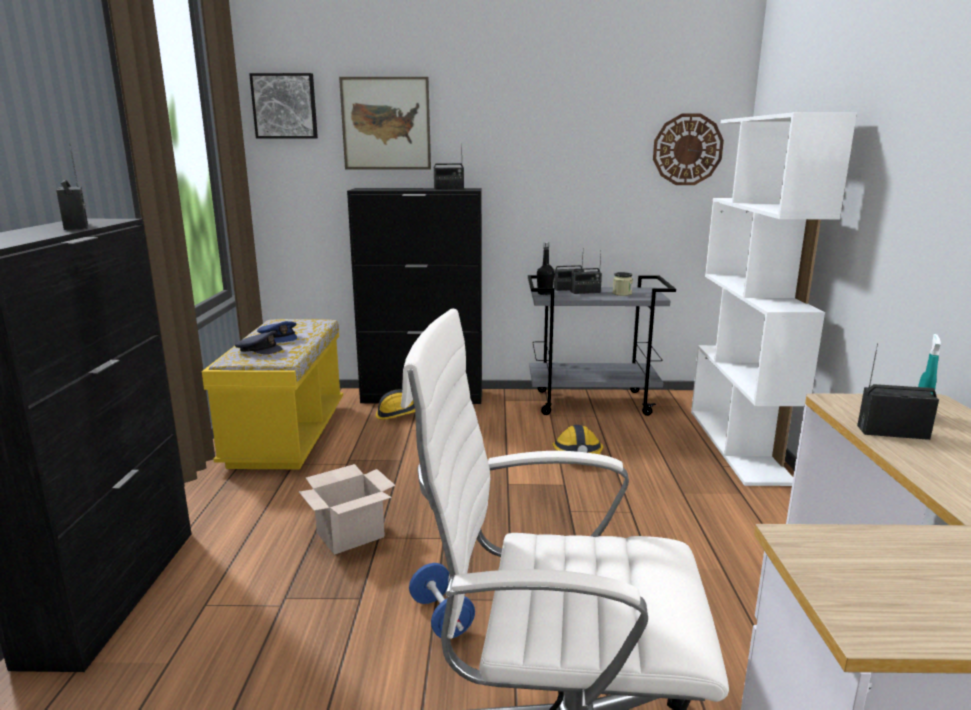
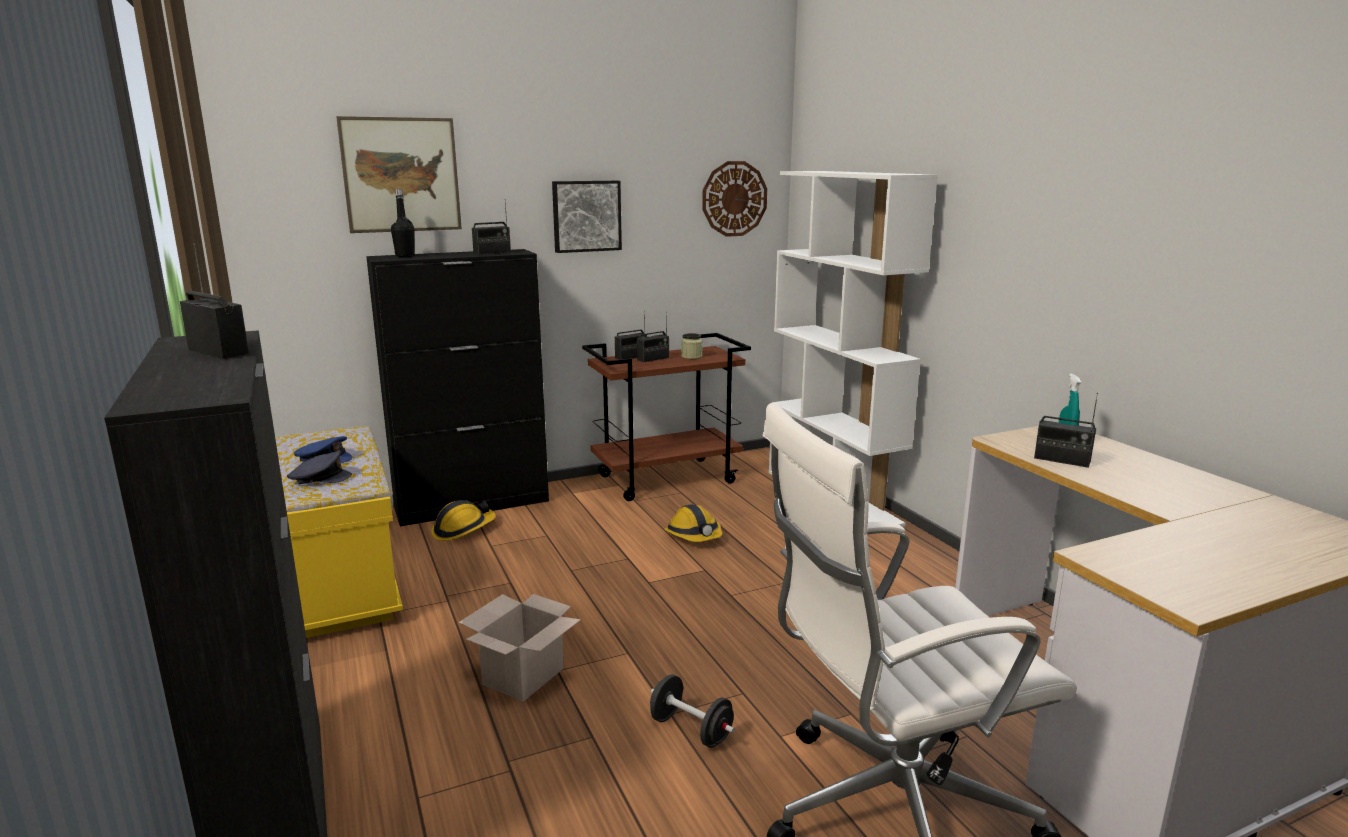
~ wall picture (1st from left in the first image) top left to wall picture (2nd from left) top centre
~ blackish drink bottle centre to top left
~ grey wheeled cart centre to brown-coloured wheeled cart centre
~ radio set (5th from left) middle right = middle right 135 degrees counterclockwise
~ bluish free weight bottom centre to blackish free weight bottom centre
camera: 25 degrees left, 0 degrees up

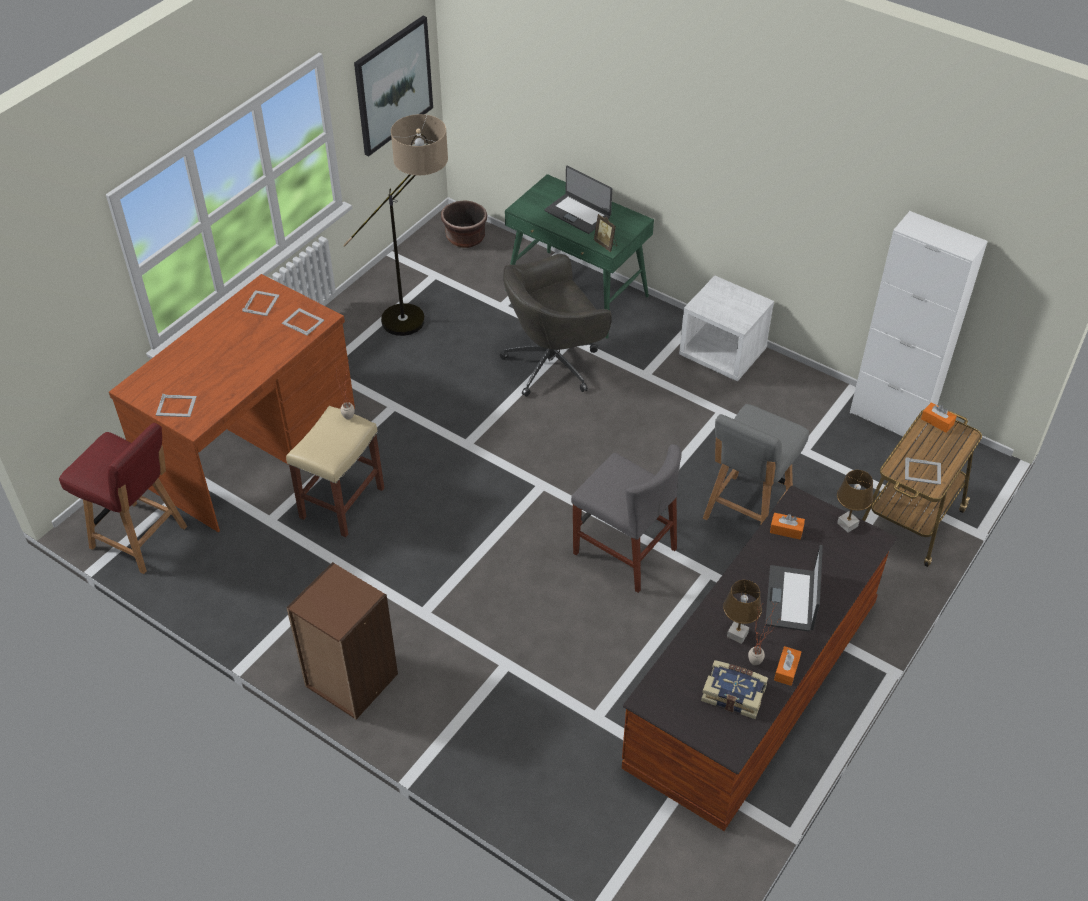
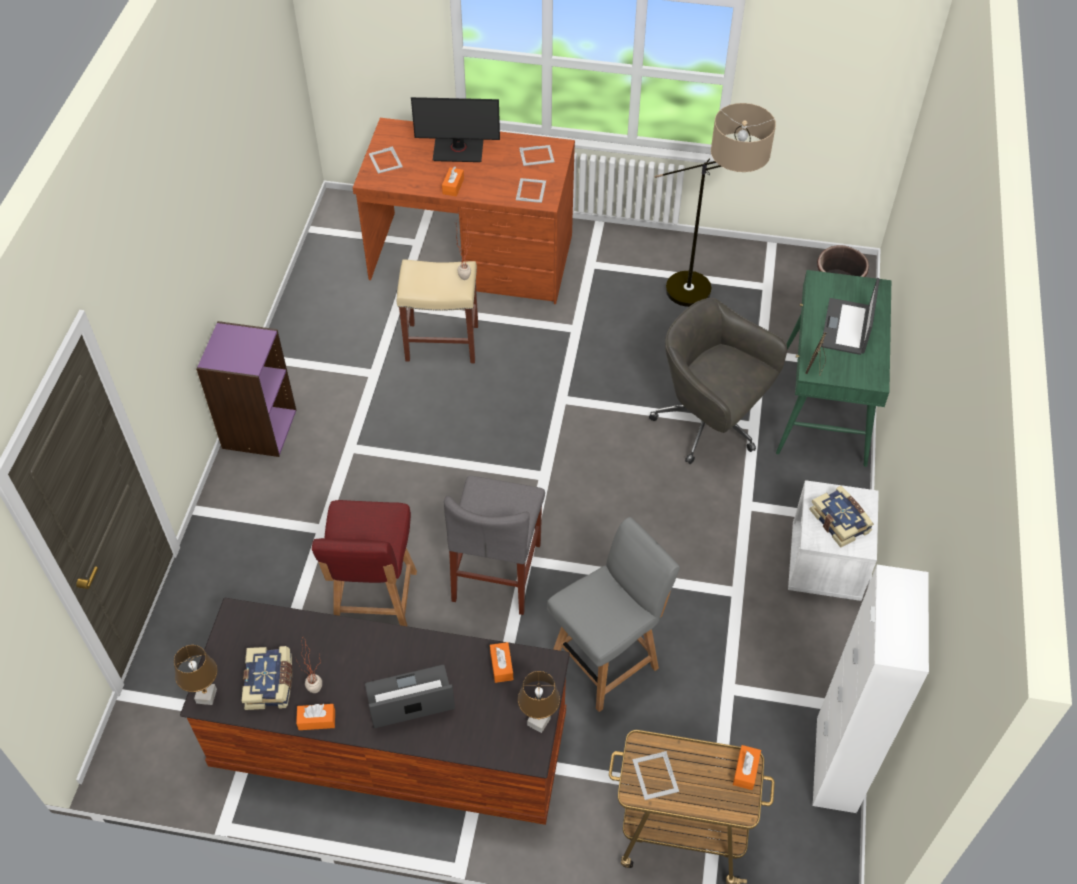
- wall picture top centre
~ grey upright chair (2nd from left) middle right = bottom centre 135 degrees clockwise
~ reddish upright chair middle left to centre
~ brown-coloured shelving unit bottom left to purplish shelving unit middle left
~ brown-coloured lamp for a table (1st from left) bottom right to bottom left
+ computer display top centre
+ orange tissue holder (2nd from left) top centre
+ book (2nd from left) middle right
camera: 65 degrees right, 5 degrees up

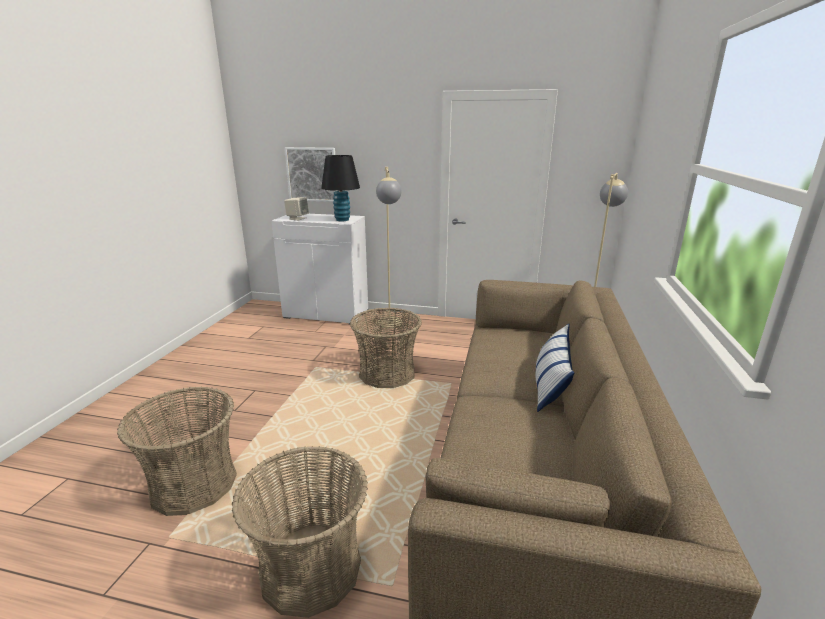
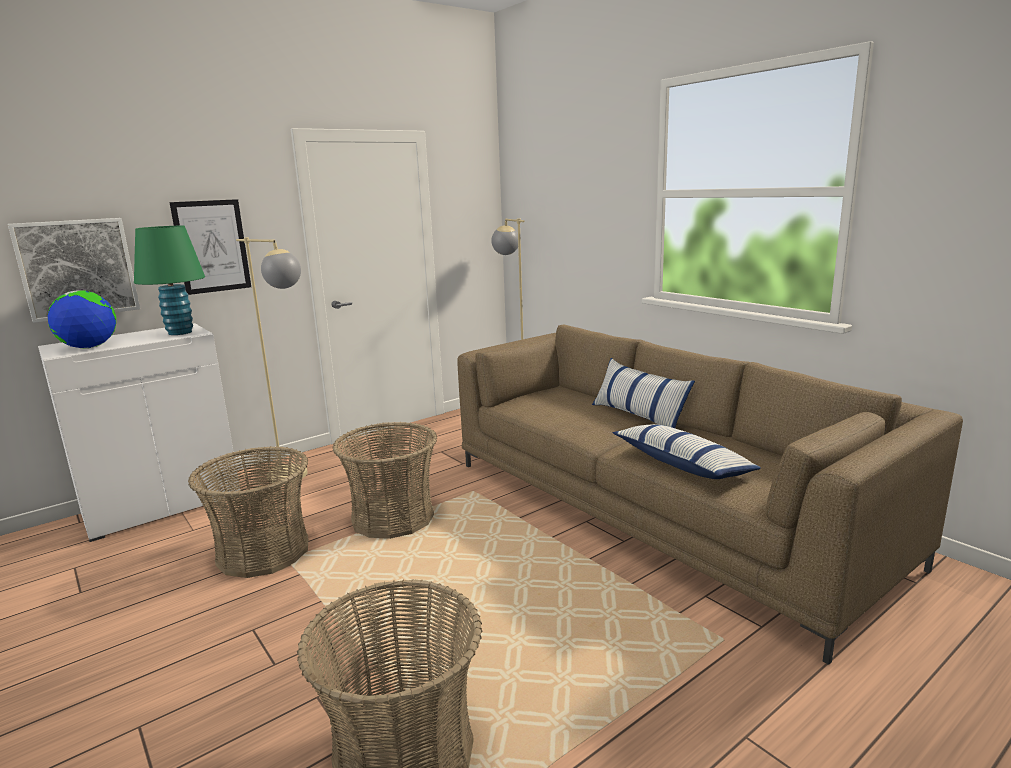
~ blackish lamp for a table top centre to green-coloured lamp for a table middle left
~ sand-coloured audio speaker centre to globe middle left
~ basket (2nd from left in the first image) bottom centre to basket (1st from left) bottom left
+ wall picture (2nd from left) top left
+ throw pillow (2nd from left) middle right
camera: 50 degrees left, 5 degrees down

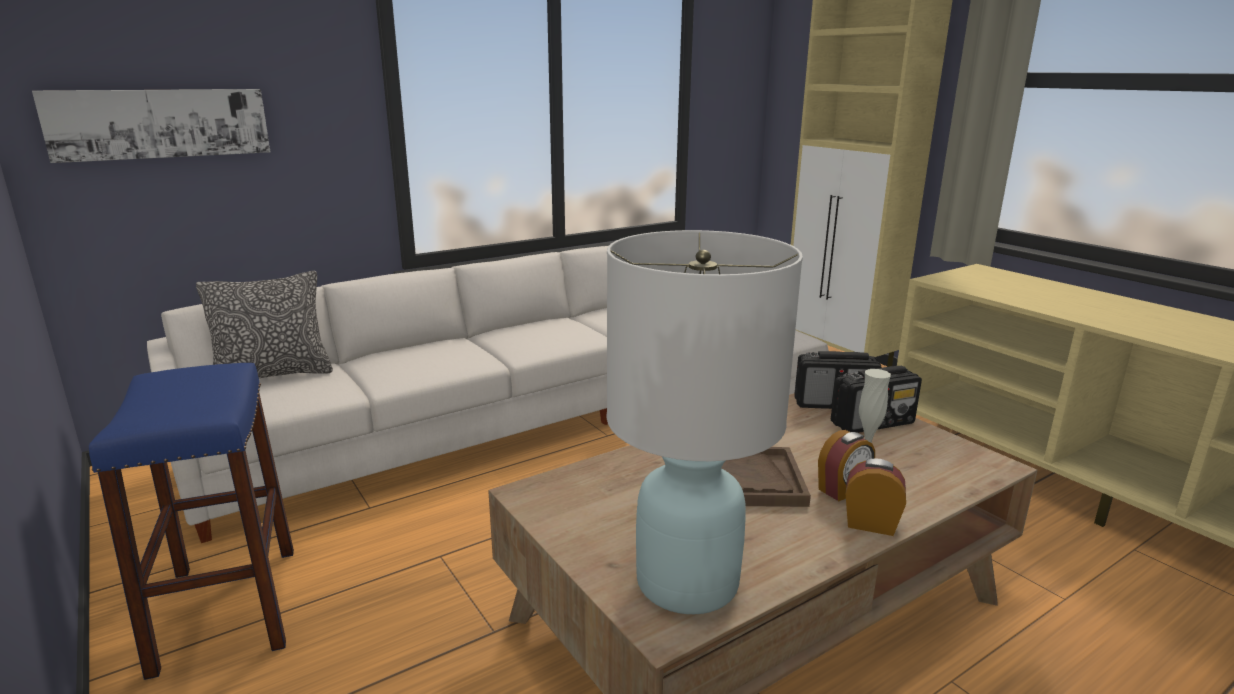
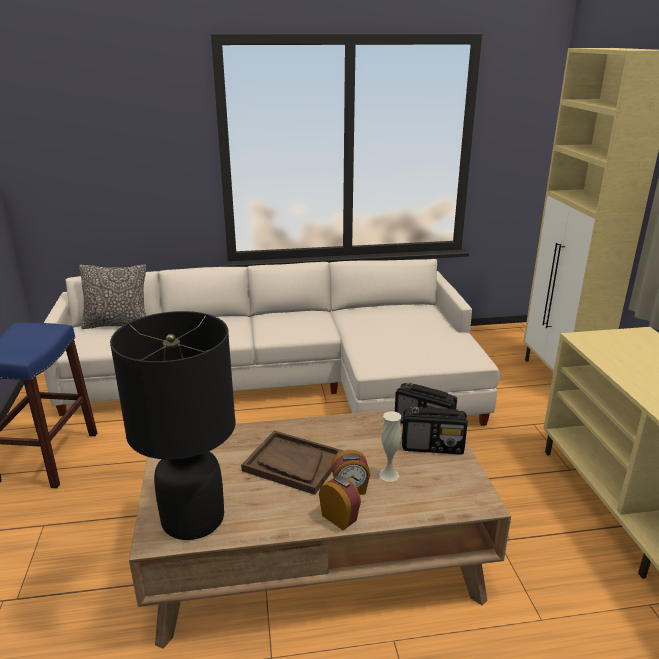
- wall picture top left
~ whitish lamp for a table centre to blackish lamp for a table middle left
camera: 25 degrees right, 5 degrees up

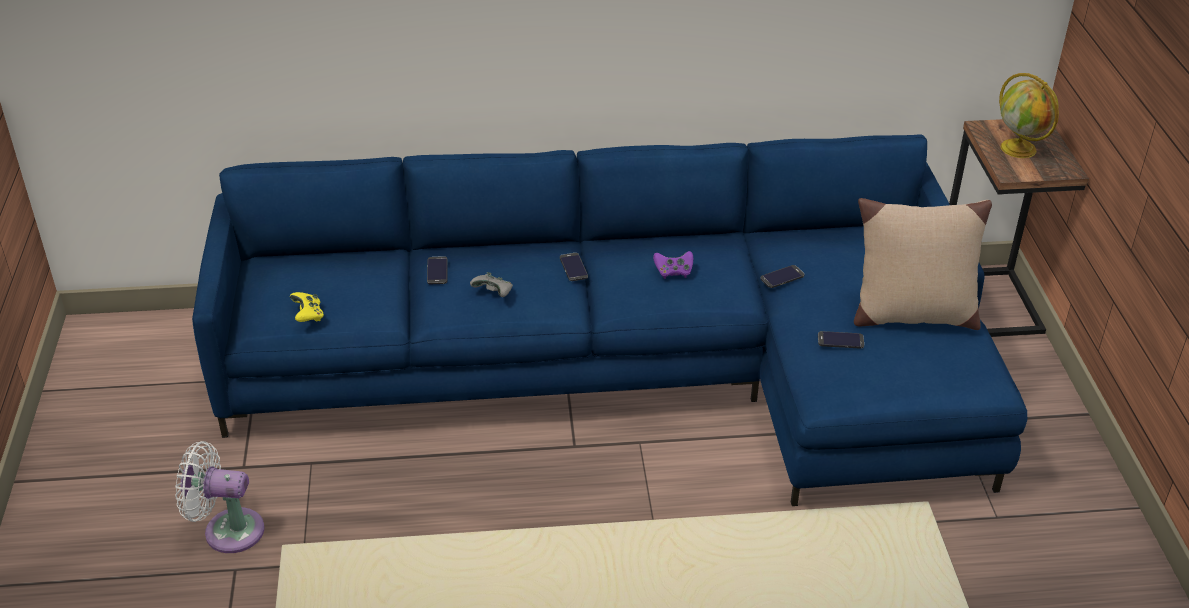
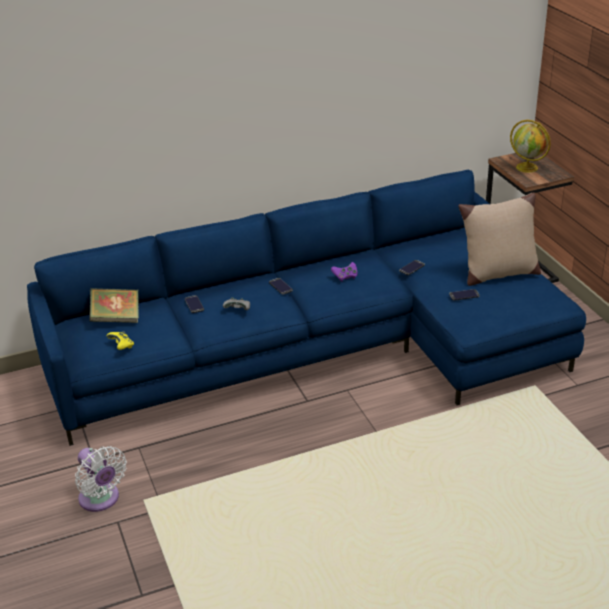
~ whitish electric fan bottom left = bottom left 120 degrees counterclockwise
+ book middle left
camera: 15 degrees left, 5 degrees down

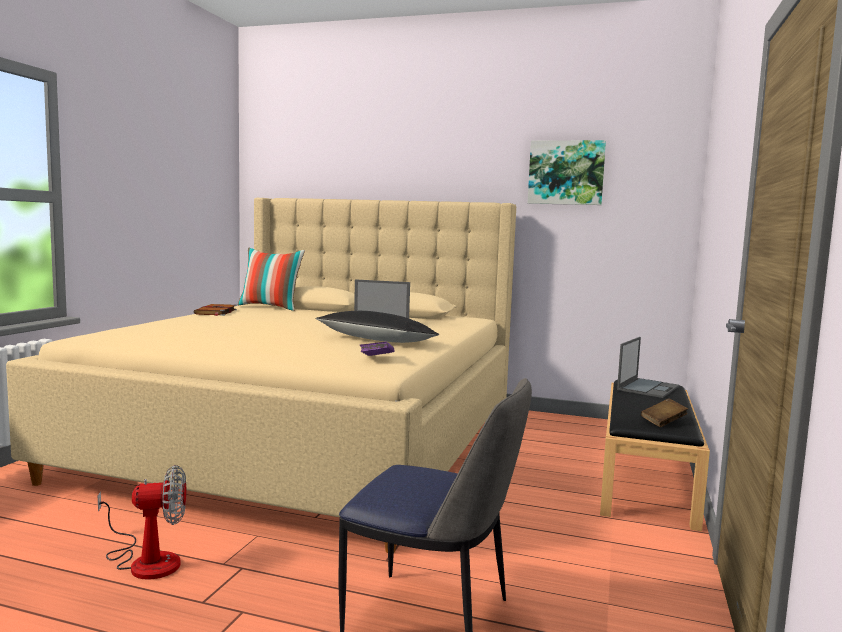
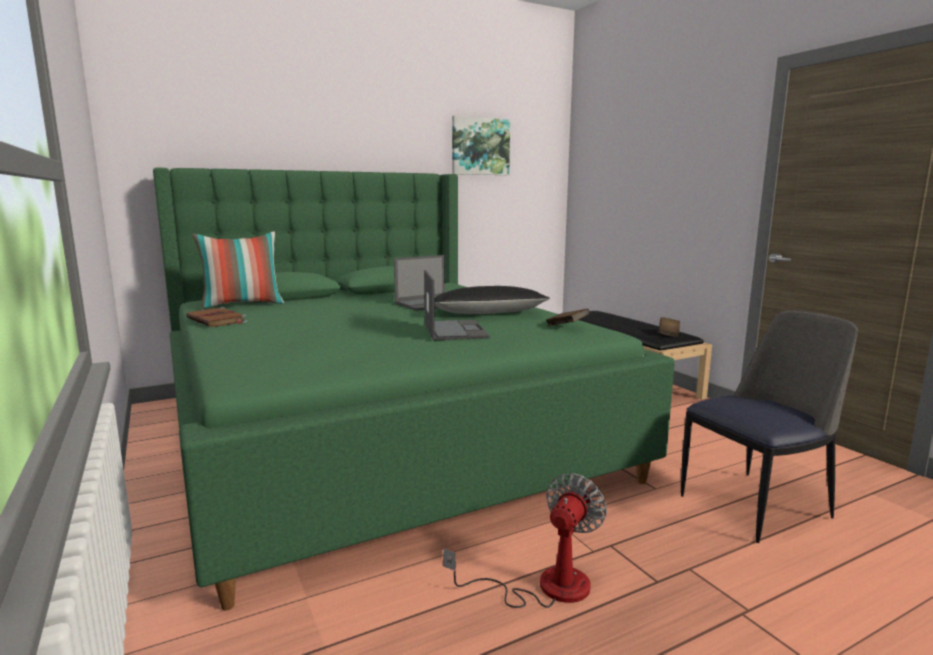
~ sand-coloured sleeping bed middle left to green-coloured sleeping bed centre
~ laptop (2nd from left) middle right to centre
~ purplish book centre to brown-coloured book (2nd from left) centre
camera: 45 degrees left, 5 degrees up

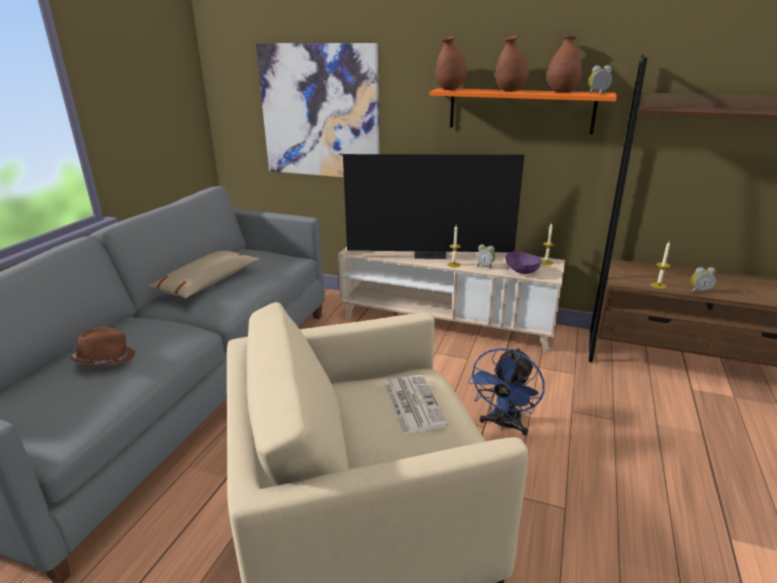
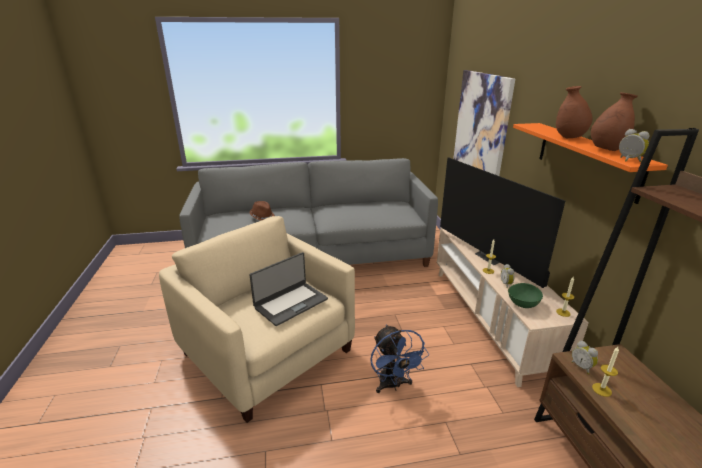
- brown-coloured decorative vase (1st from left) top centre
- sand-coloured throw pillow middle left
~ purplish serving bowl middle right to green-coloured serving bowl middle right
~ bedside clock (3rd from left in the first image) middle right to bedside clock (2nd from left) bottom right
~ bluish electric fan bottom centre = bottom centre 105 degrees counterclockwise
~ printed paper bottom centre to laptop centre
camera: 60 degrees right, 0 degrees up

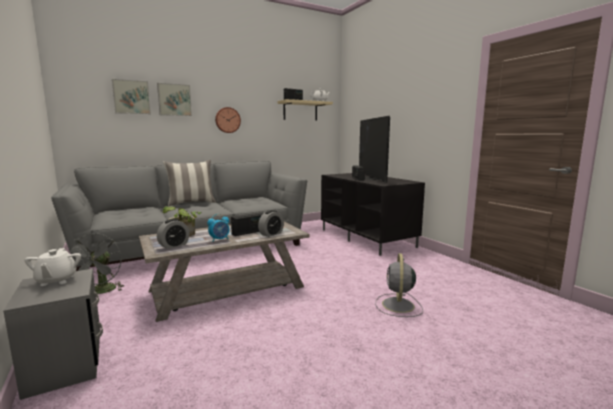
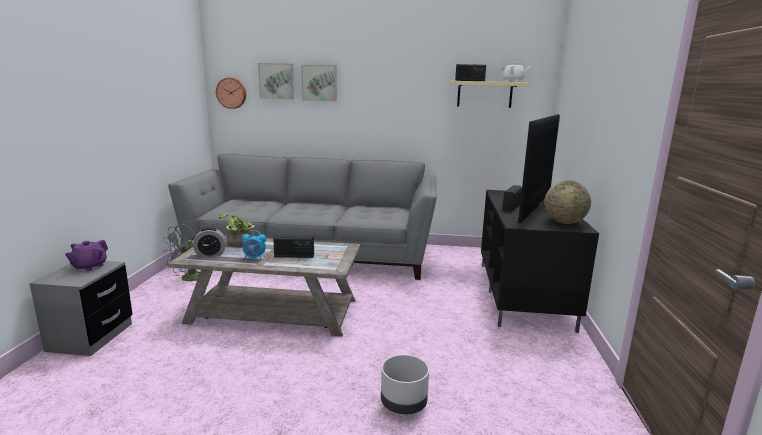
~ hanging clock top centre to top left
- throw pillow middle left
- bedside clock (3rd from left) centre
~ whitish teapot (1st from left) middle left to purplish teapot middle left
~ grey electric fan (2nd from left) bottom centre to grey planter bottom centre
+ globe middle right
camera: 35 degrees right, 5 degrees up

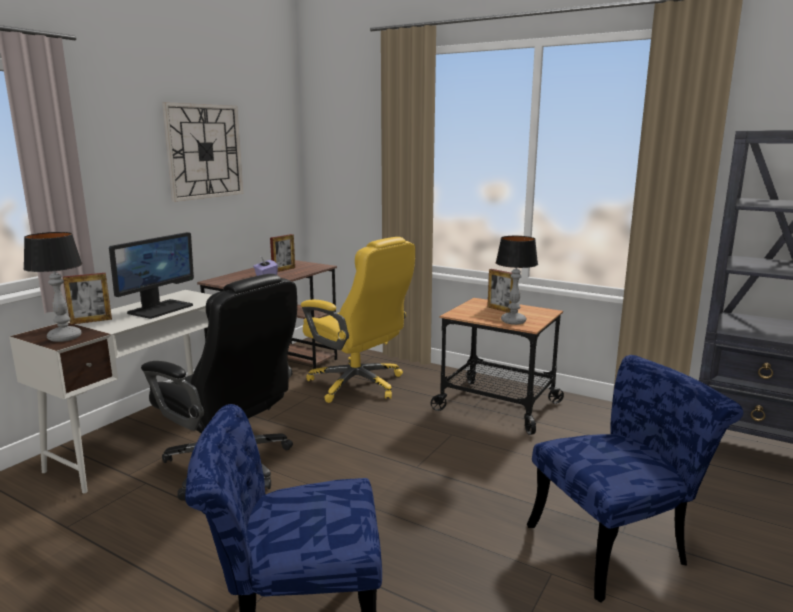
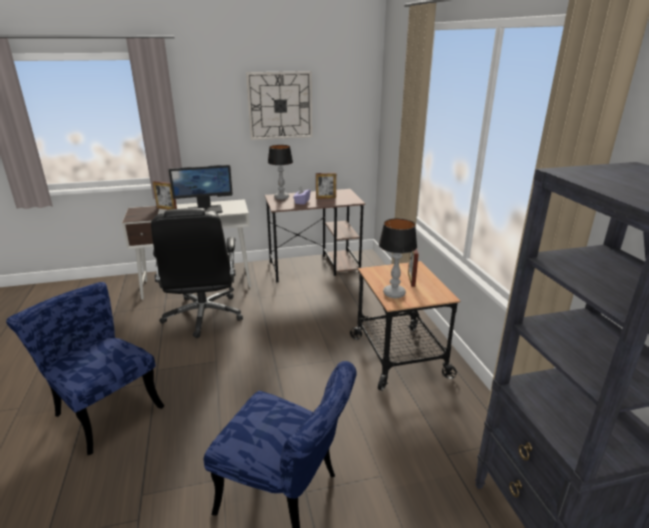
~ lamp for a table (1st from left) middle left to top centre
- yellow office chair centre
camera: 45 degrees right, 10 degrees up

